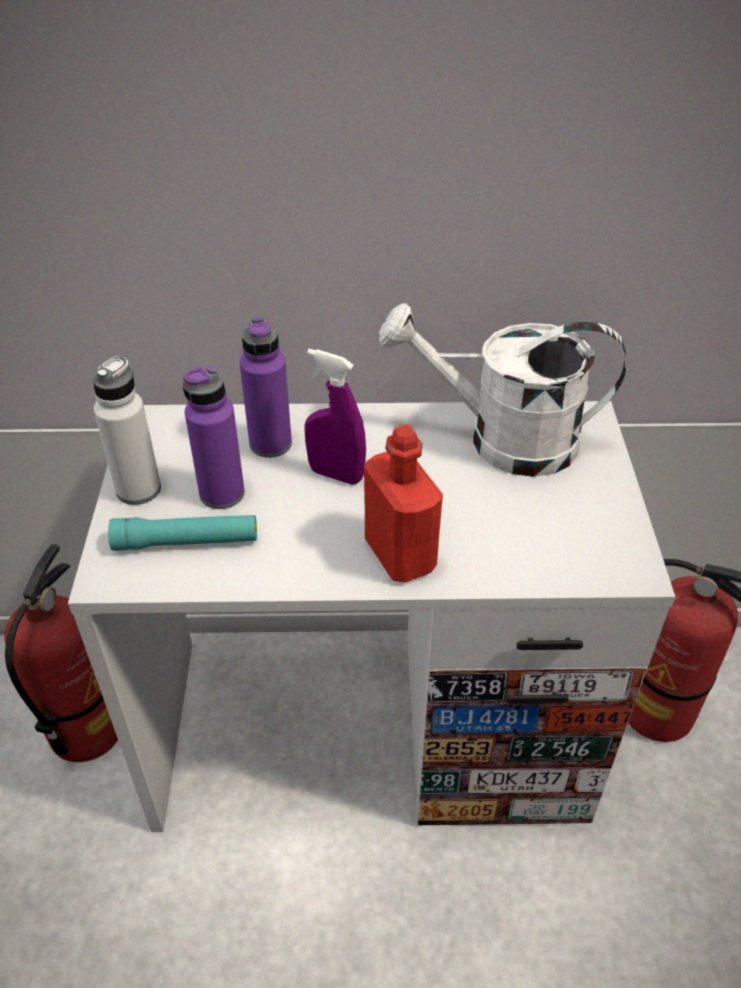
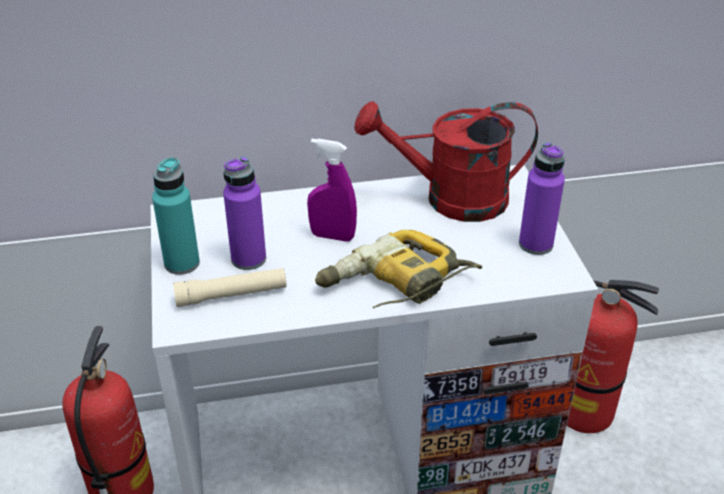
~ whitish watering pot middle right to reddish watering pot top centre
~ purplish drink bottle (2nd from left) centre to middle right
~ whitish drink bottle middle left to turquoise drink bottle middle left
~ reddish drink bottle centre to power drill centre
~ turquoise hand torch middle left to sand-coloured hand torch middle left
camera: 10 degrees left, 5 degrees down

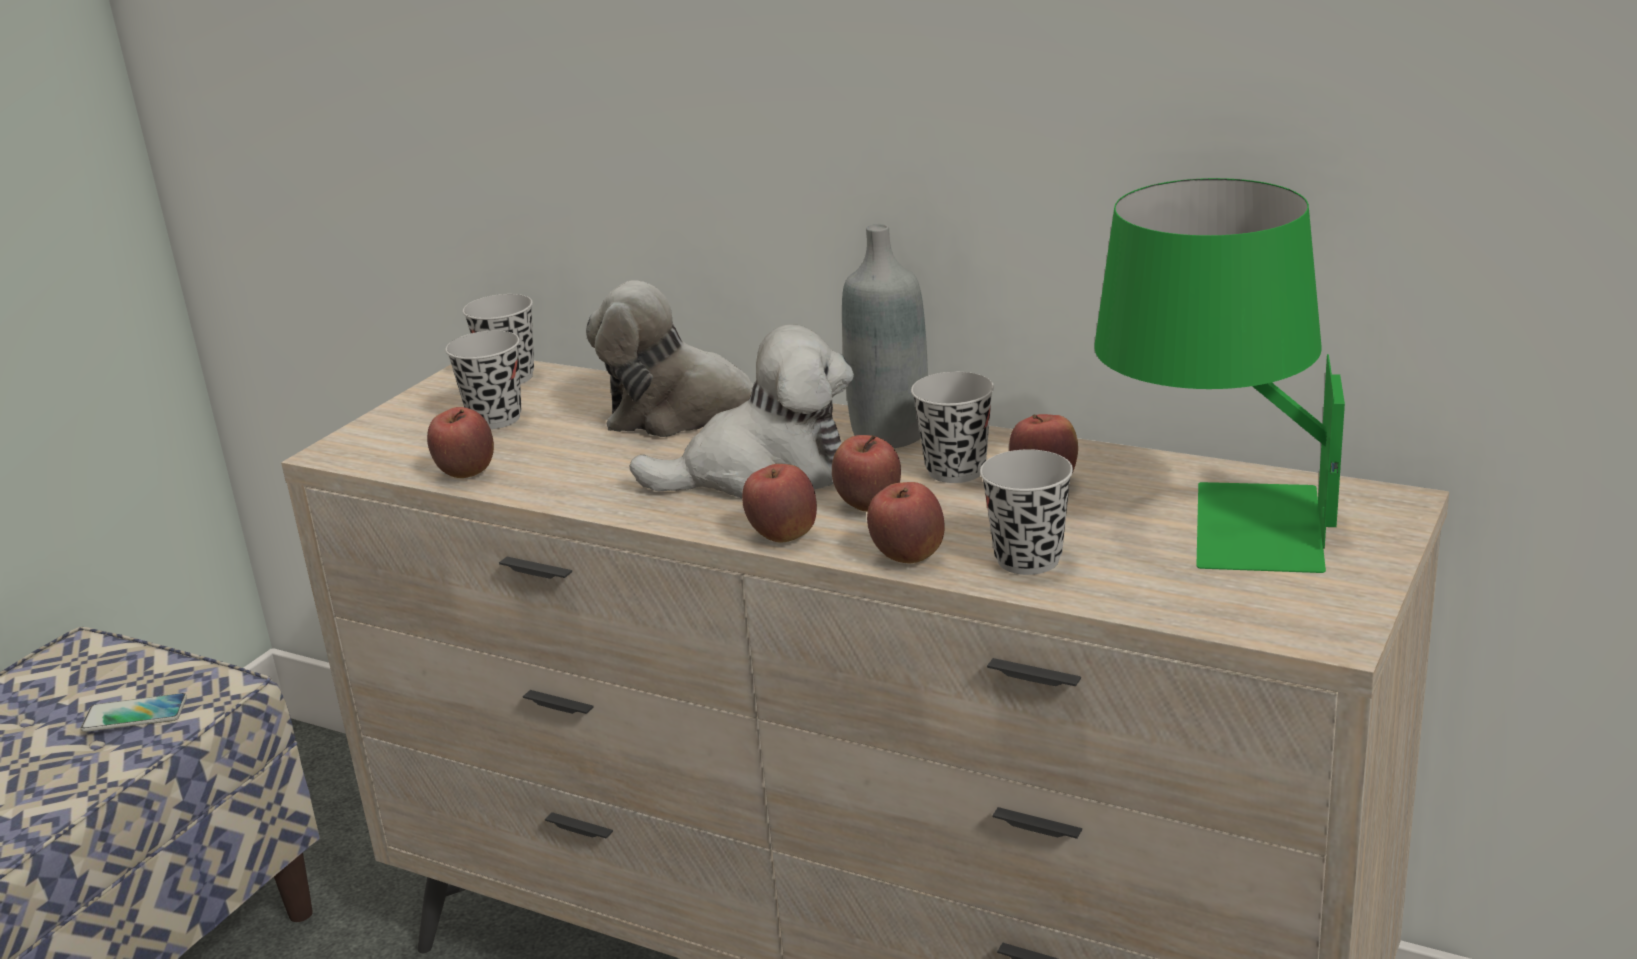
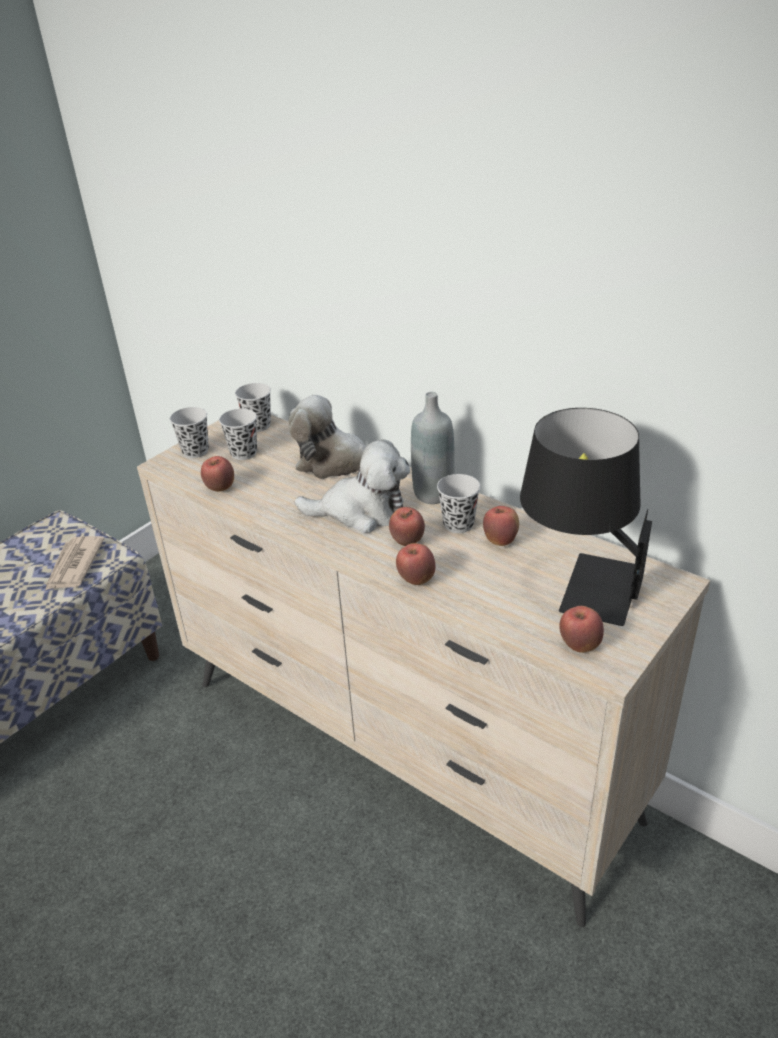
~ green-coloured lamp for a table middle right to blackish lamp for a table middle right
~ blackish cup (4th from left in the first image) centre to blackish cup (1st from left) middle left
~ whole apple (2nd from left in the first image) centre to whole apple (5th from left) middle right
~ telephone bottom left to printed paper middle left
camera: 10 degrees right, 10 degrees up

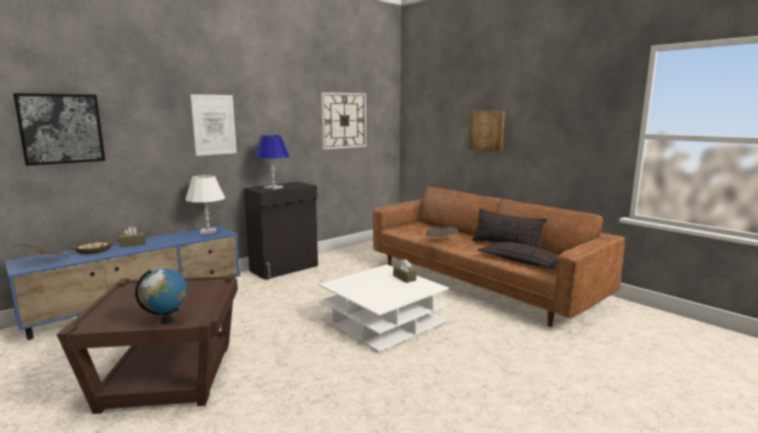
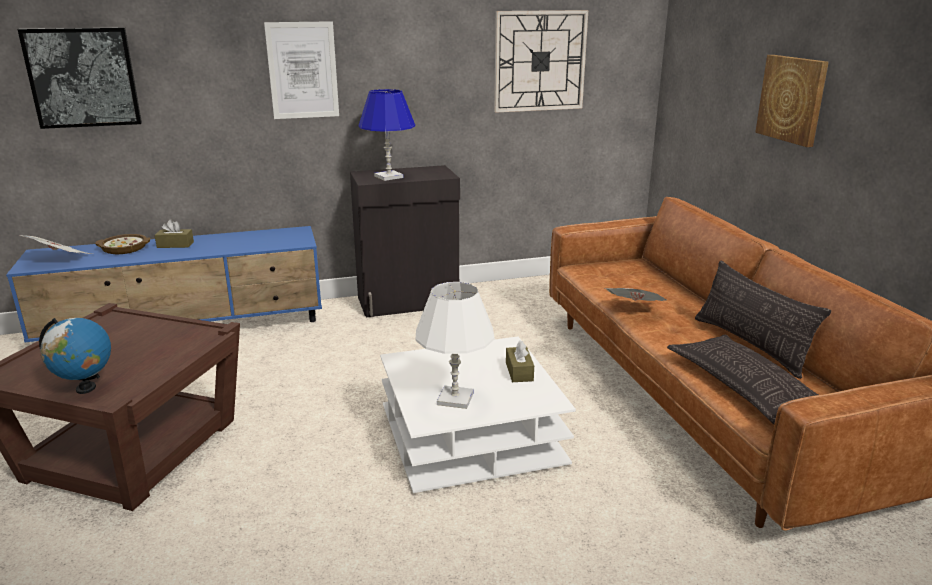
~ whitish lamp for a table middle left to centre
camera: 25 degrees right, 10 degrees up

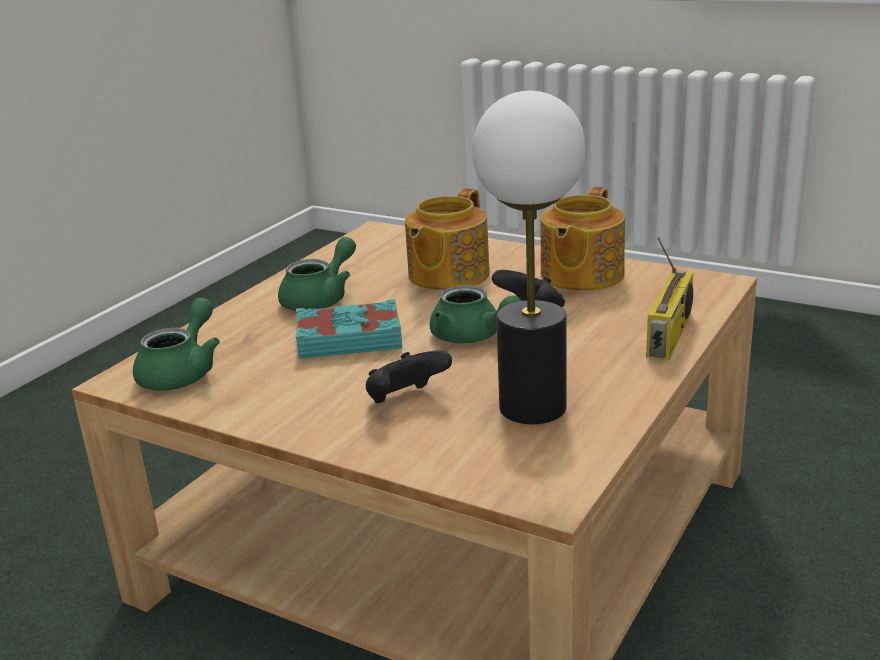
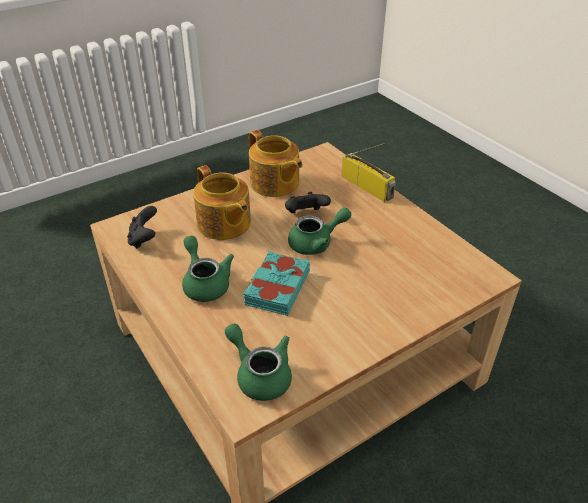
- lamp for a table centre
~ blackish game controller (1st from left) centre to middle left
camera: 65 degrees left, 15 degrees up

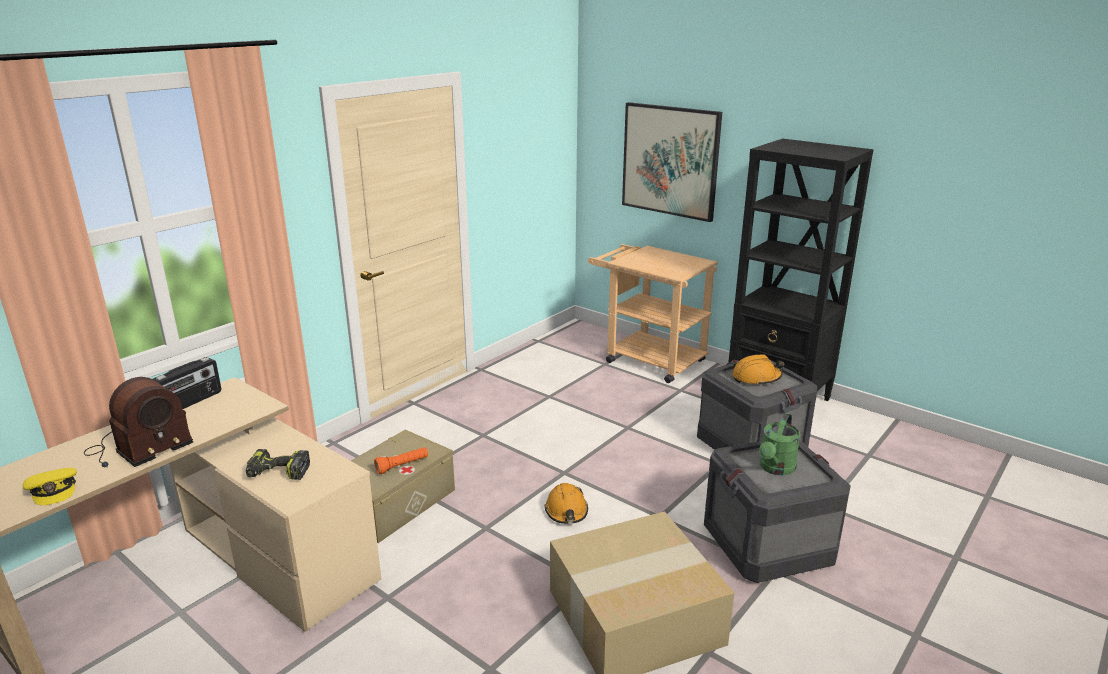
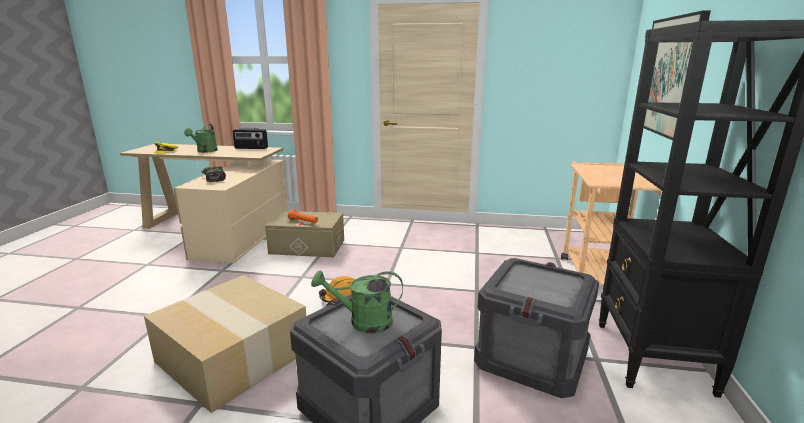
- orange safety helmet (2nd from left) middle right
~ radio set (1st from left) middle left to green-coloured watering pot (1st from left) top left
camera: 60 degrees right, 5 degrees down

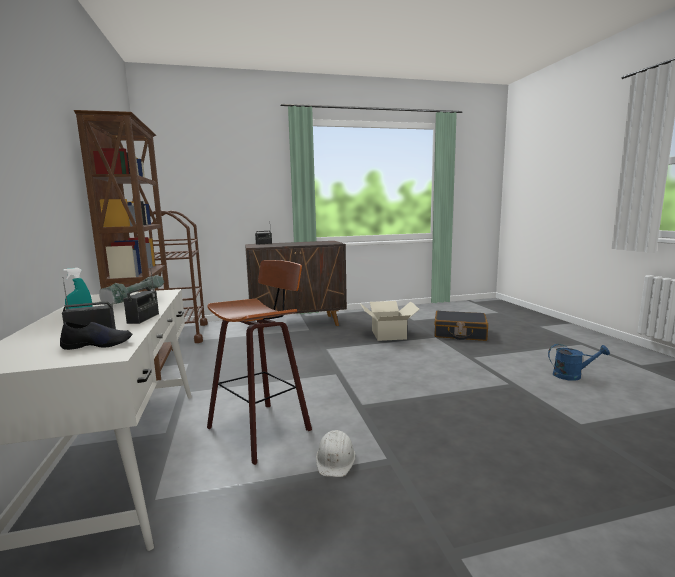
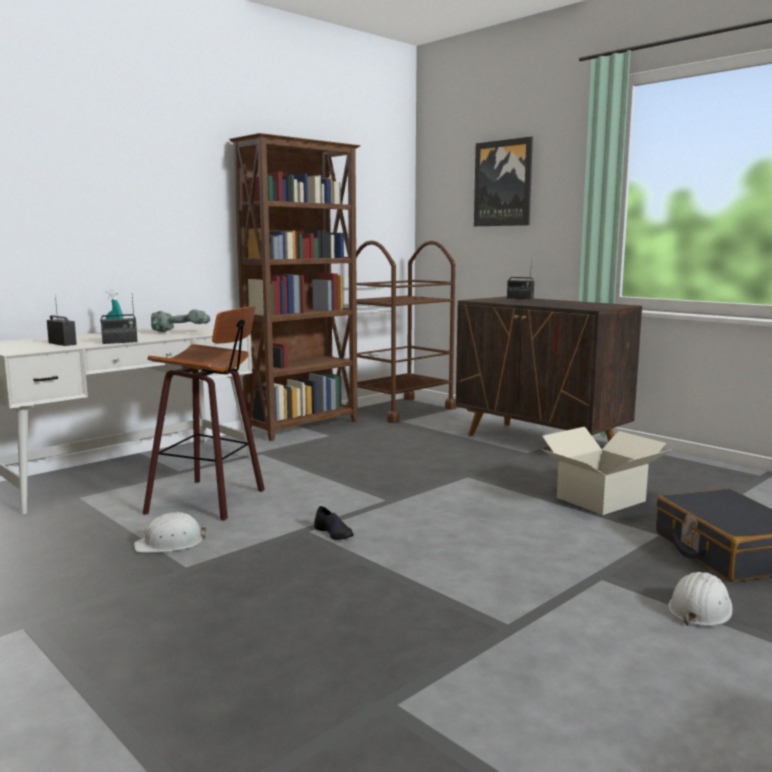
~ blackish item of footwear middle left to bottom centre
- bluish watering pot middle right
+ wall picture top centre
+ whitish safety helmet (2nd from left) bottom right
camera: 60 degrees right, 0 degrees up

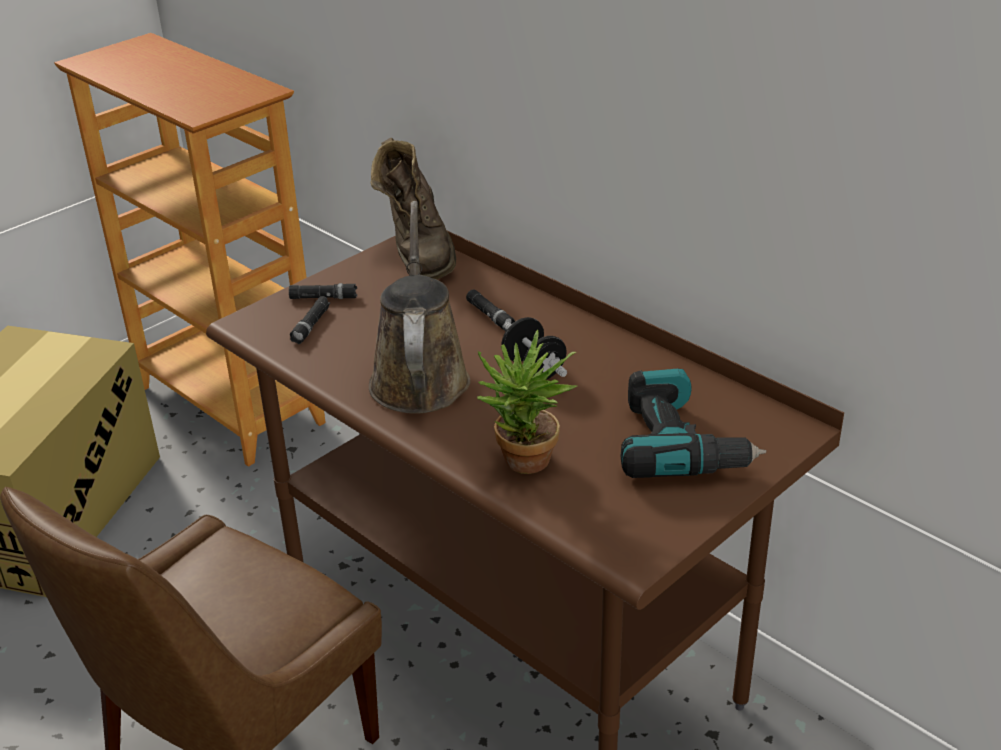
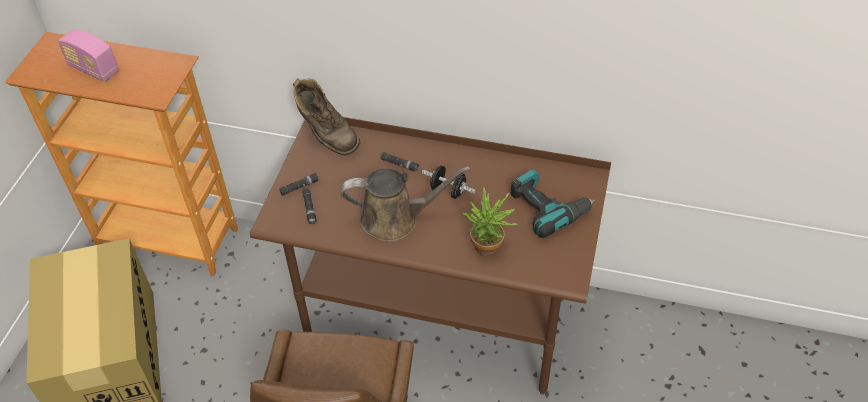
~ brown-coloured watering pot centre = centre 120 degrees clockwise
+ radio set top left
camera: 30 degrees left, 15 degrees up

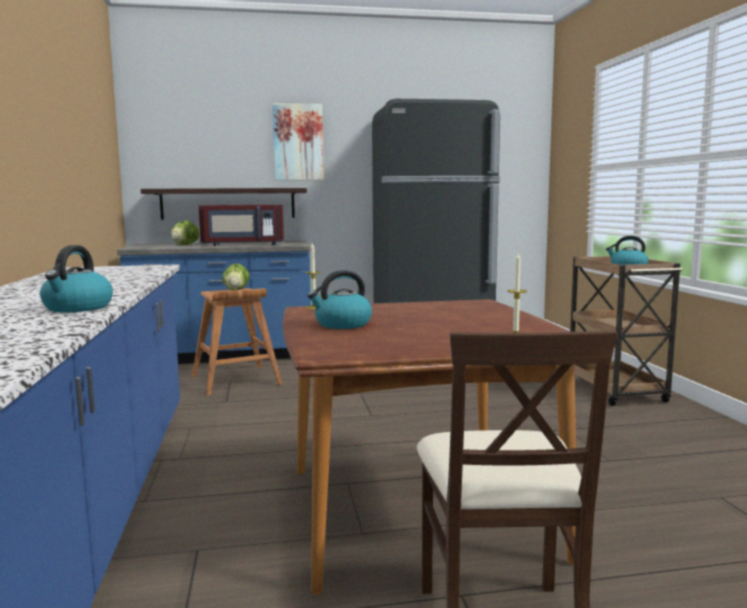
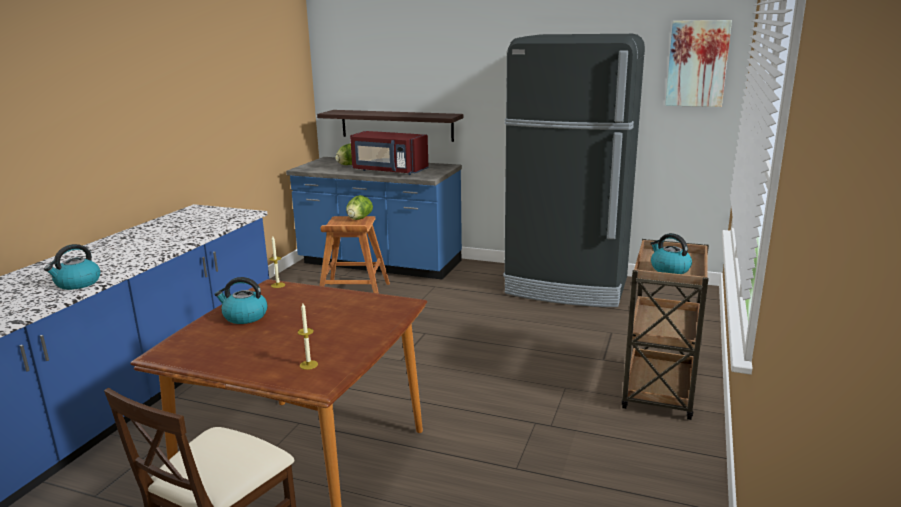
~ wall picture top centre to top right
camera: 30 degrees right, 10 degrees up

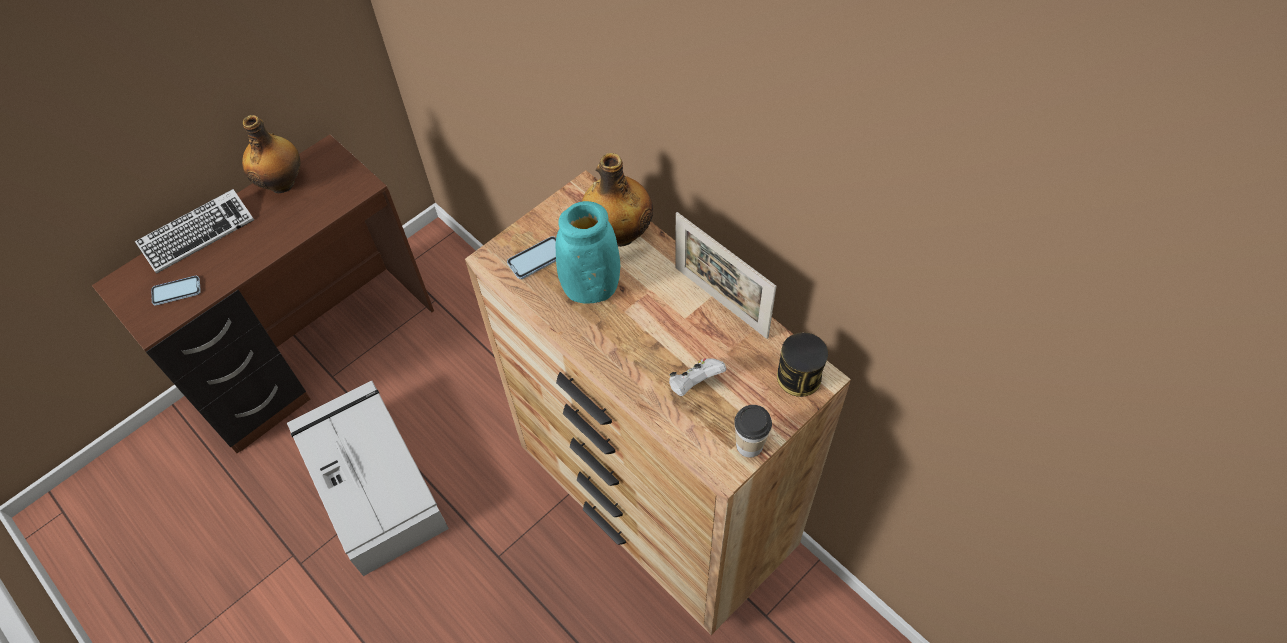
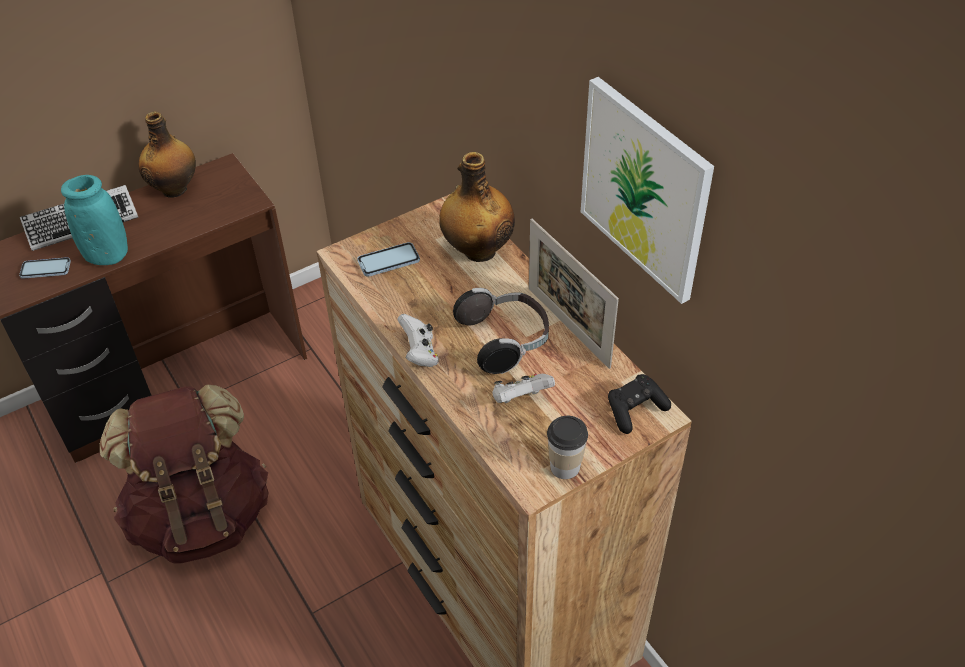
~ turquoise decorative vase centre to top left
~ metal can centre to blackish game controller centre
~ grey storage container bottom left to brown-coloured knapsack bottom left
+ wall picture top right
+ headphones centre
+ whitish game controller (1st from left) centre
camera: 10 degrees right, 10 degrees down

